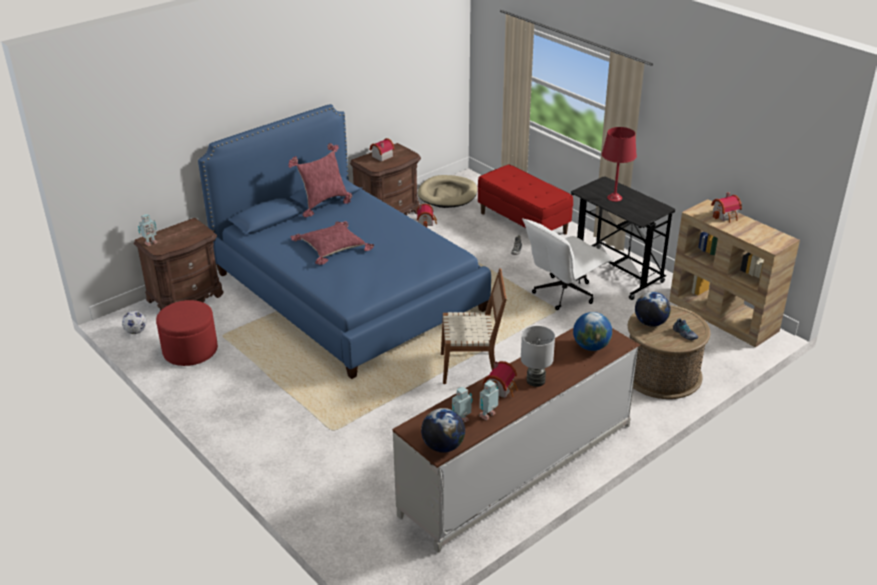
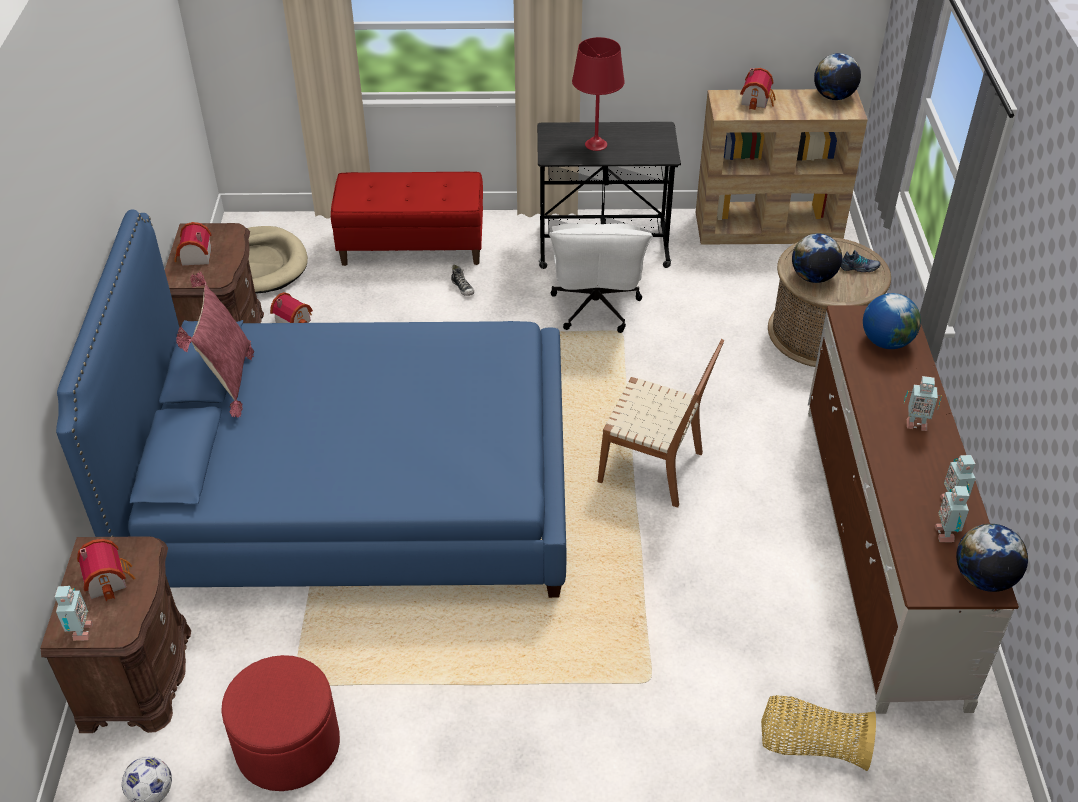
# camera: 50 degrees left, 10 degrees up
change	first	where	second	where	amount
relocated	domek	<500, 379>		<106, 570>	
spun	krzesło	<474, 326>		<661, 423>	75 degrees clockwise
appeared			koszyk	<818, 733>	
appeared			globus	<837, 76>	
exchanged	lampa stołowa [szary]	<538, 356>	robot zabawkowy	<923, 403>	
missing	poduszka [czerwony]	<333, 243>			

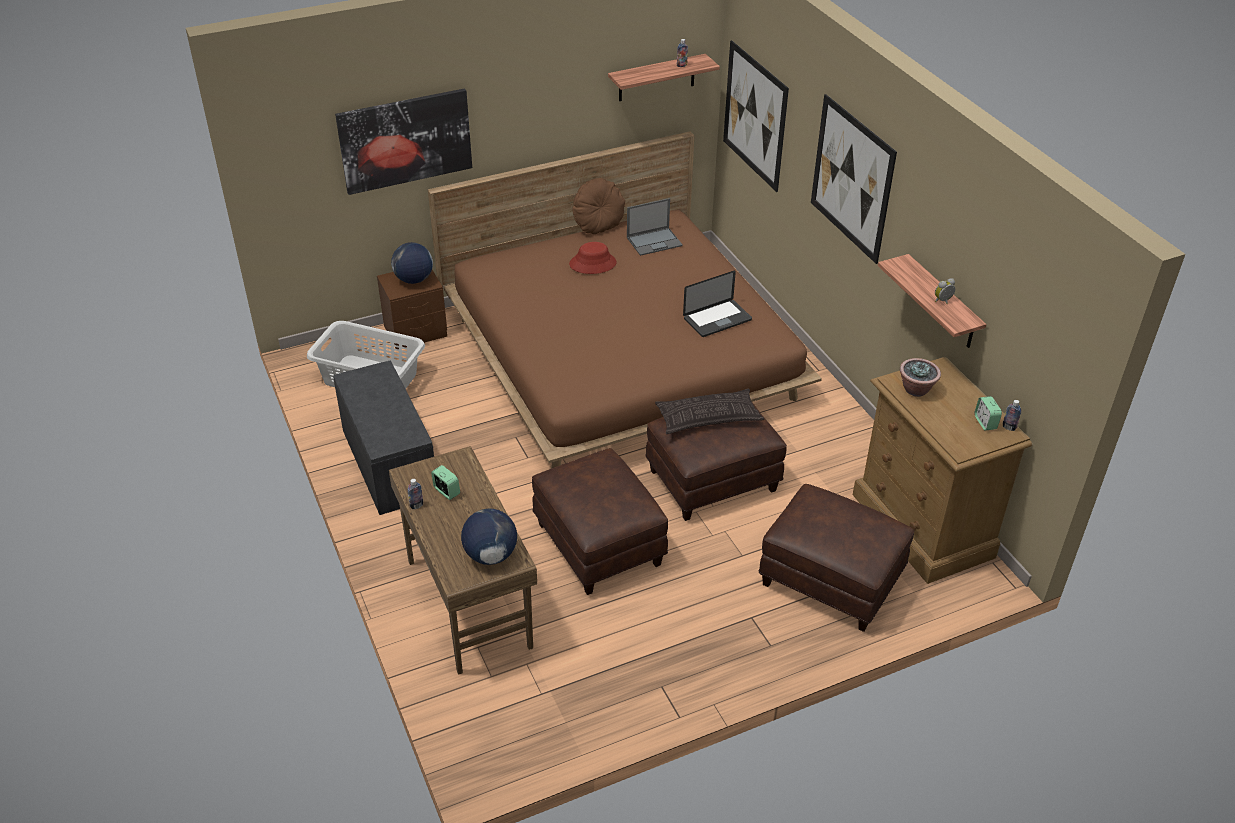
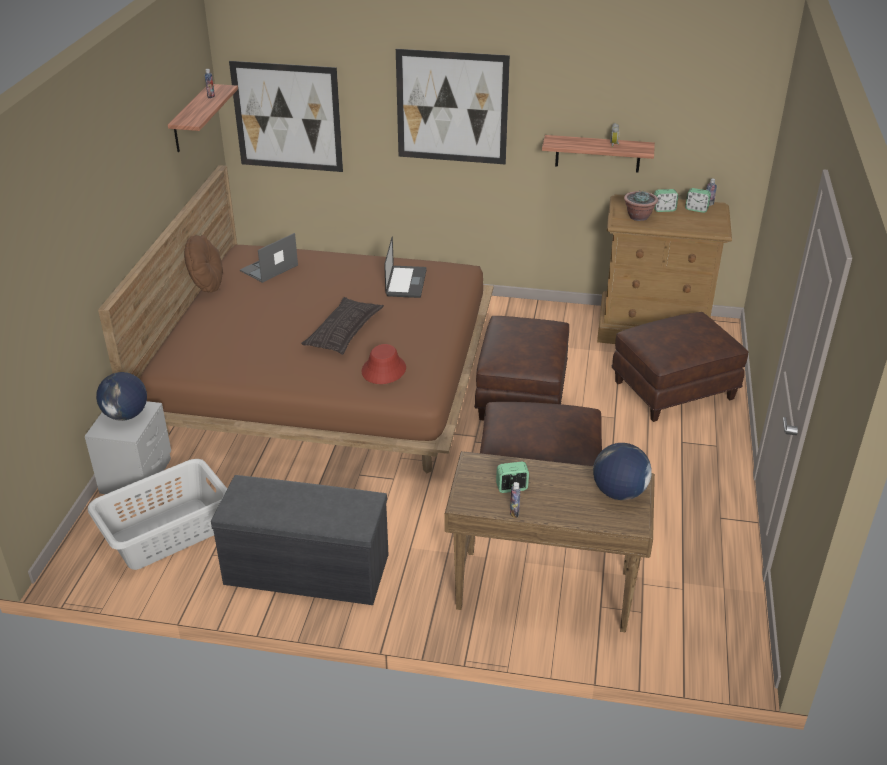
# camera: 55 degrees left, 5 degrees down
change	first	where	second	where	amount
colour	szafka nocna [brązowy]	<412, 309>	szafka nocna [szary]	<128, 450>	
spun	laptop	<655, 227>		<269, 258>	150 degrees counterclockwise
relocated	poduszka	<709, 411>		<342, 326>	
relocated	kapelusz [czerwony]	<592, 258>		<384, 364>	
appeared			budzik	<666, 200>	
missing	obraz	<403, 141>			

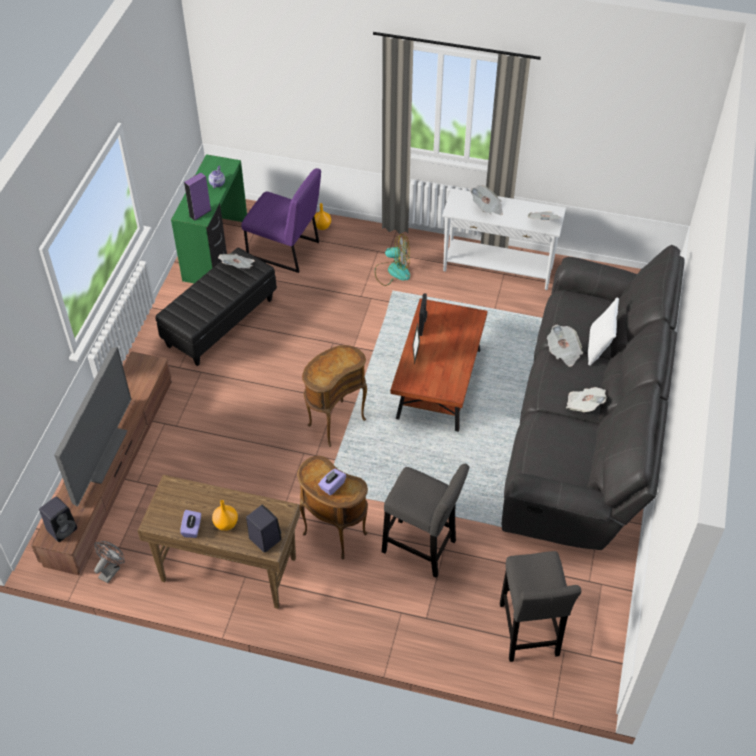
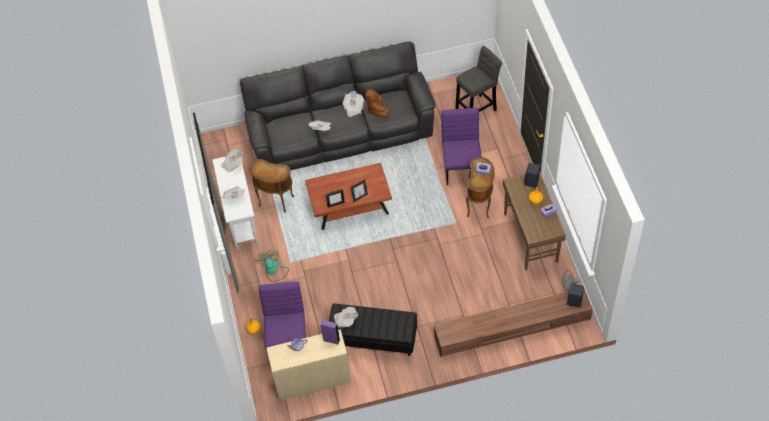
# camera: 115 degrees left, 5 degrees up
change	first	where	second	where	amount
relocated	stolik [brązowy]	<334, 396>		<271, 186>	
colour	biurko [zielony]	<209, 218>	biurko [beżowy]	<309, 364>	
appeared			pluszak [brązowy]	<377, 103>	
exchanged	stołek [szary]	<425, 520>	krzesło [fioletowy]	<461, 146>	
missing	telewizor	<93, 427>			
missing	poduszka [biały]	<603, 331>			

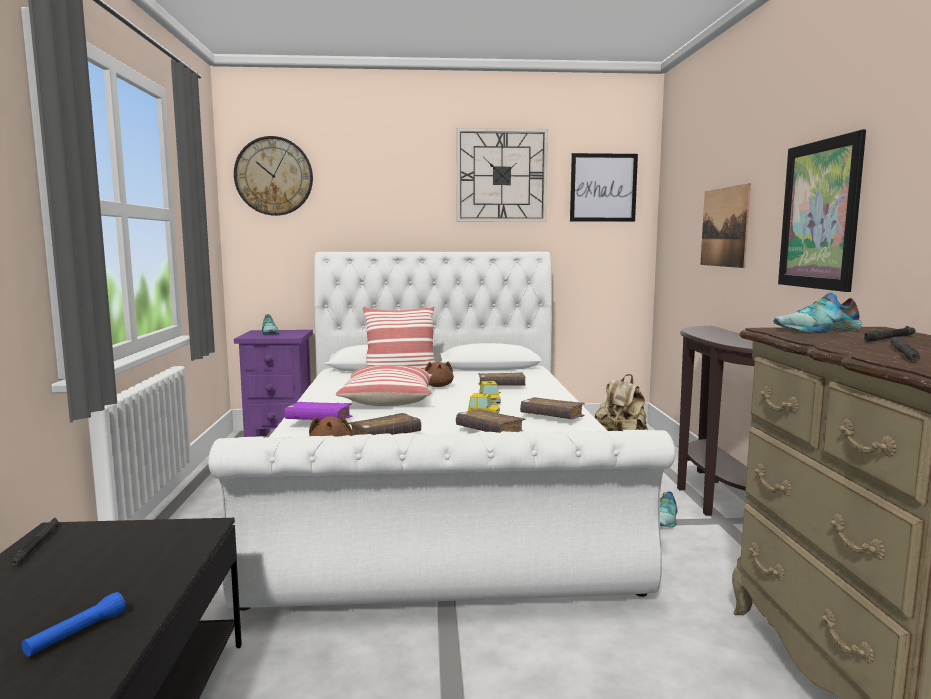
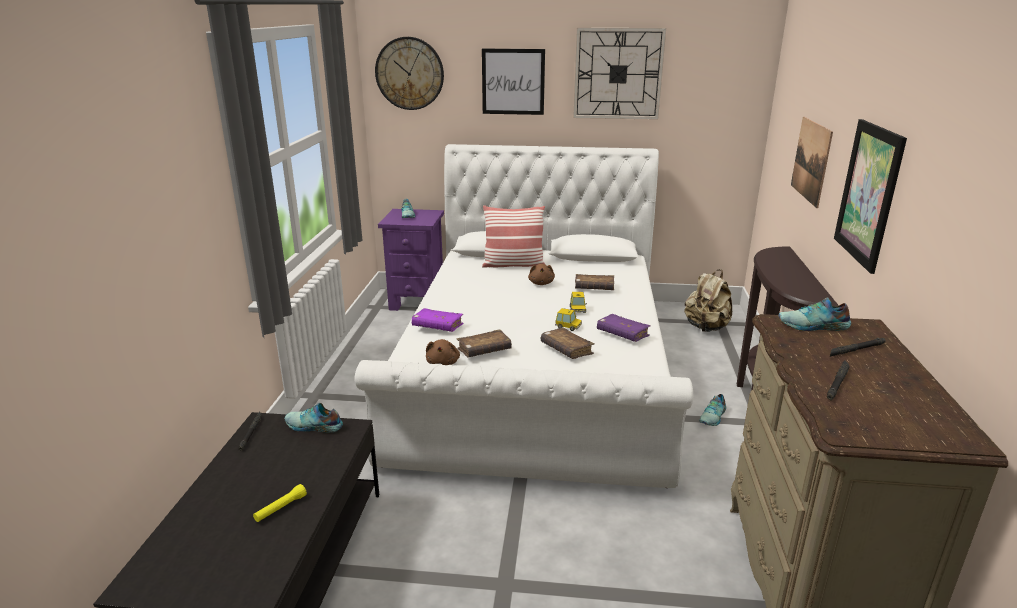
# camera: 10 degrees right, 15 degrees up
change	first	where	second	where	amount
colour	latarka [niebieski]	<74, 624>	latarka [żółty]	<280, 503>	
appeared			but	<314, 418>	
relocated	obraz	<604, 187>		<513, 82>	
colour	książka [brązowy]	<552, 408>	książka [fioletowy]	<624, 328>	
missing	poduszka	<384, 386>			

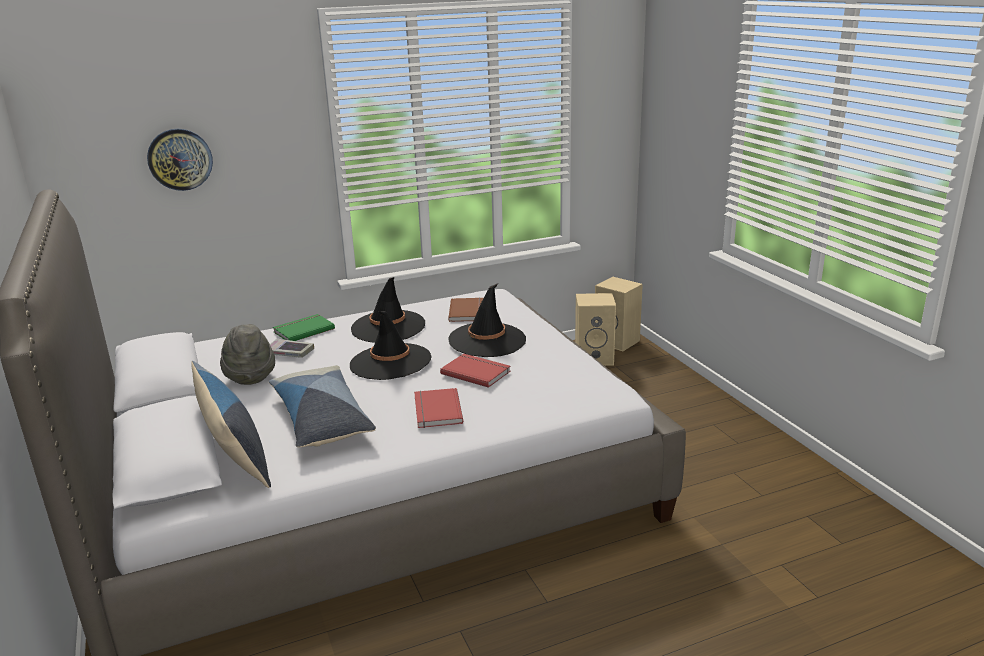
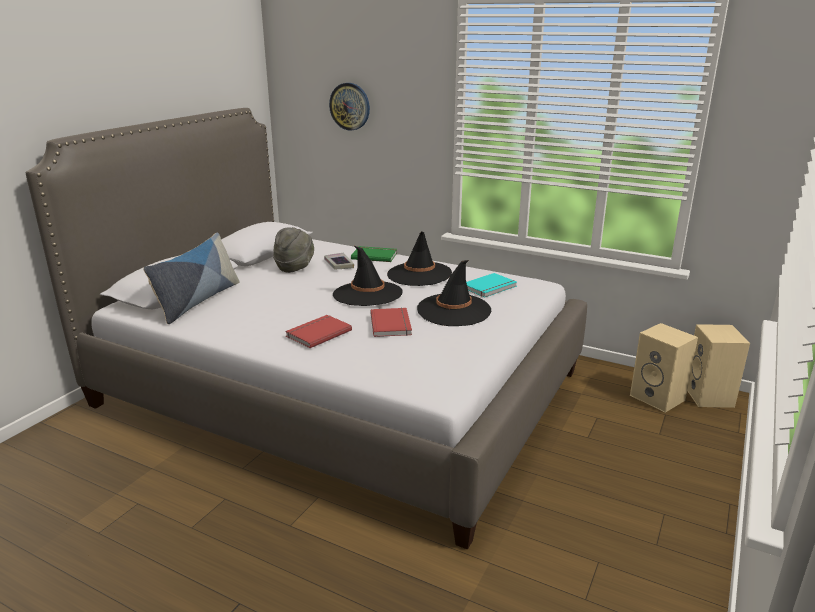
# camera: 50 degrees right, 0 degrees up
change	first	where	second	where	amount
colour	książka [brązowy]	<465, 309>	książka [turkusowy]	<491, 285>	
missing	poduszka	<322, 406>			

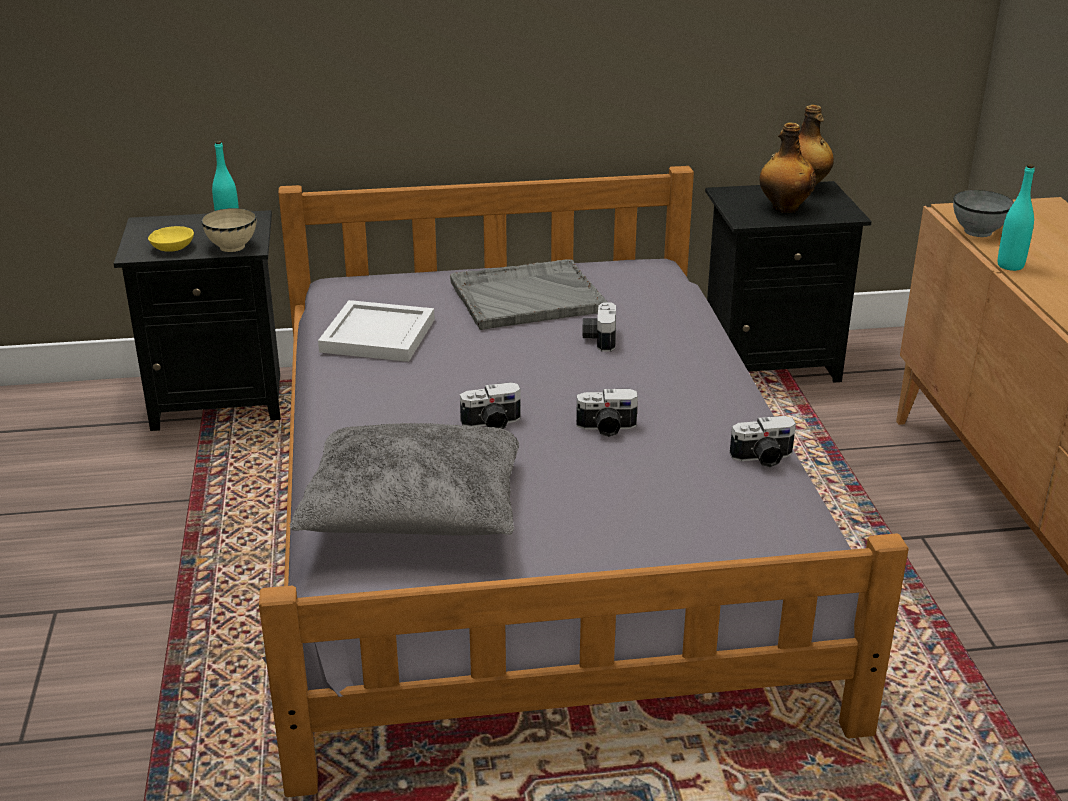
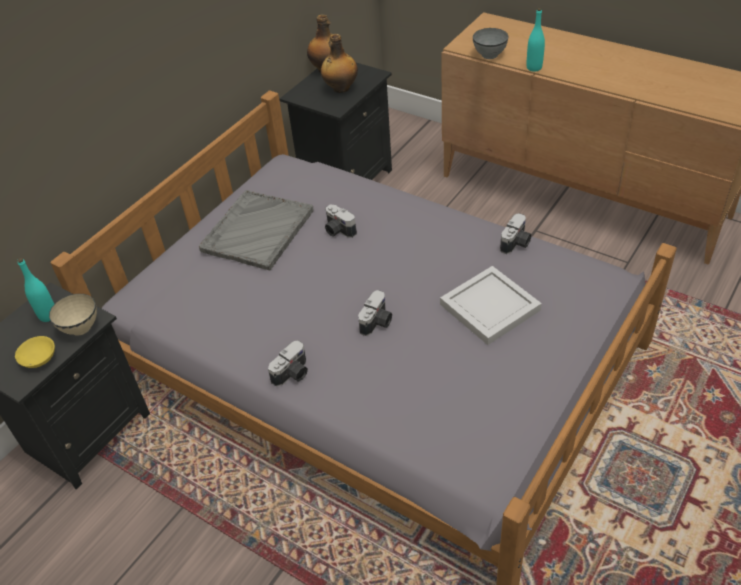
# camera: 45 degrees left, 15 degrees up
change	first	where	second	where	amount
relocated	aparat fotograficzny	<607, 413>		<288, 363>	
relocated	taca [biały]	<376, 331>		<491, 305>	
missing	poduszka [szary]	<404, 479>			

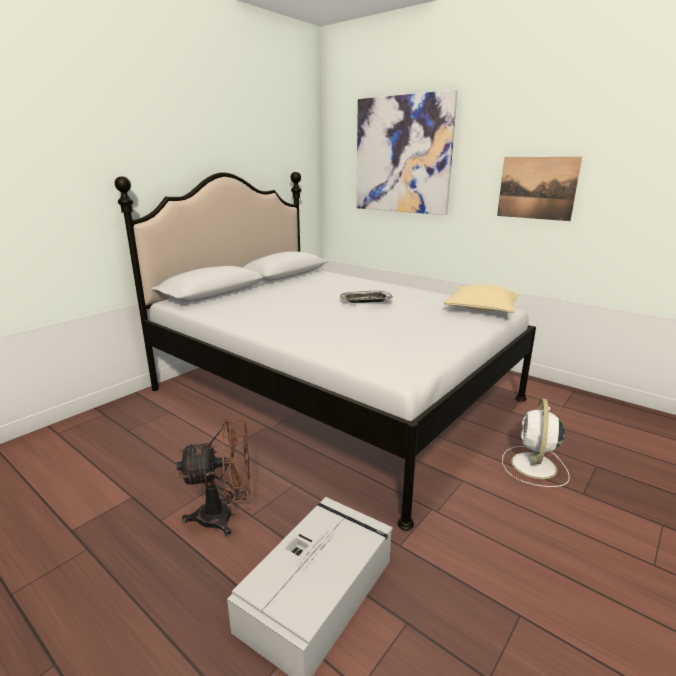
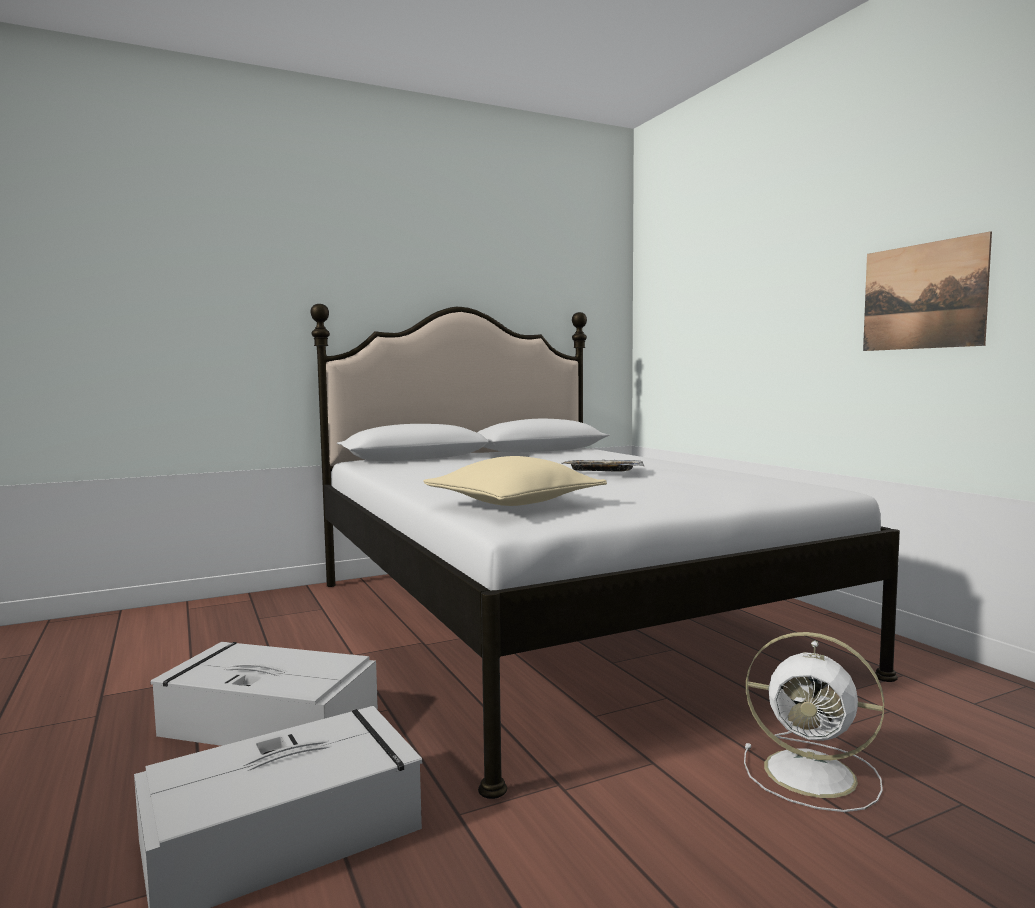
# camera: 25 degrees right, 15 degrees down
change	first	where	second	where	amount
exchanged	wentylator [brązowy]	<213, 478>	pojemnik do przechowywania [szary]	<264, 694>	
relocated	poduszka [beżowy]	<482, 298>		<515, 481>	
spun	wentylator [biały]	<536, 442>		<814, 722>	105 degrees counterclockwise
missing	obraz	<407, 152>			

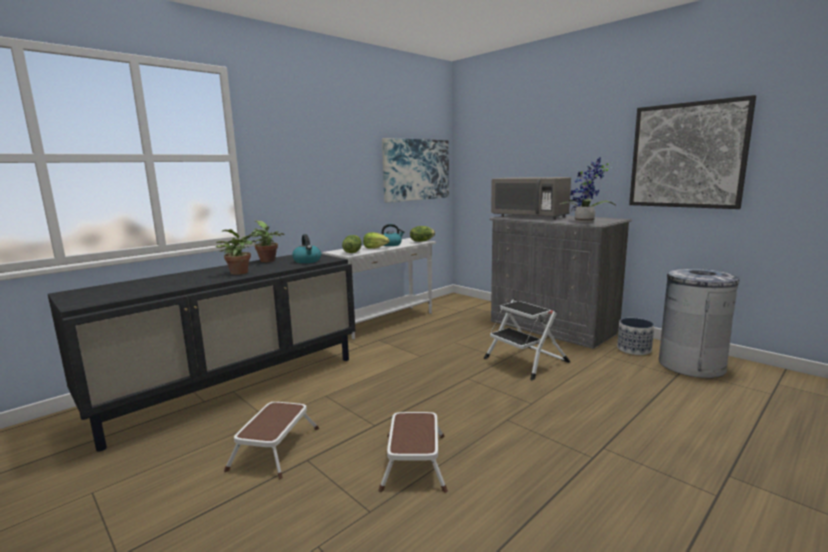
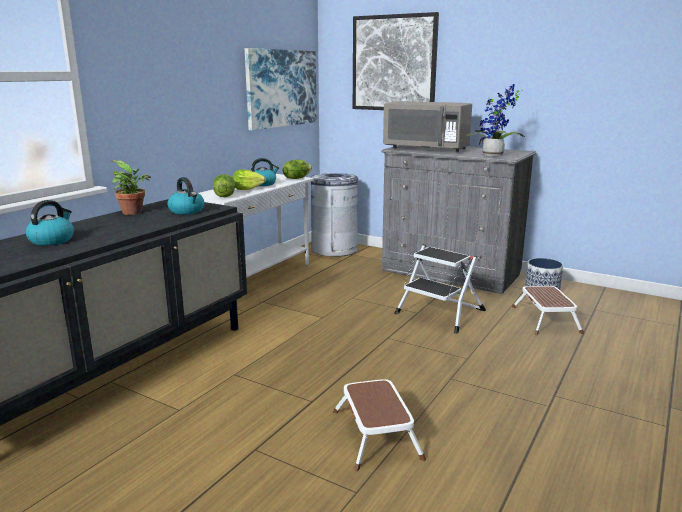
# camera: 15 degrees left, 5 degrees up
change	first	where	second	where	amount
appeared			czajnik	<50, 223>	
relocated	kosz na śmieci [szary]	<700, 323>		<334, 215>	
relocated	obraz	<692, 152>		<396, 61>	
relocated	drabinka [brązowy]	<271, 440>		<548, 310>	
missing	roślina doniczkowa	<238, 252>			

